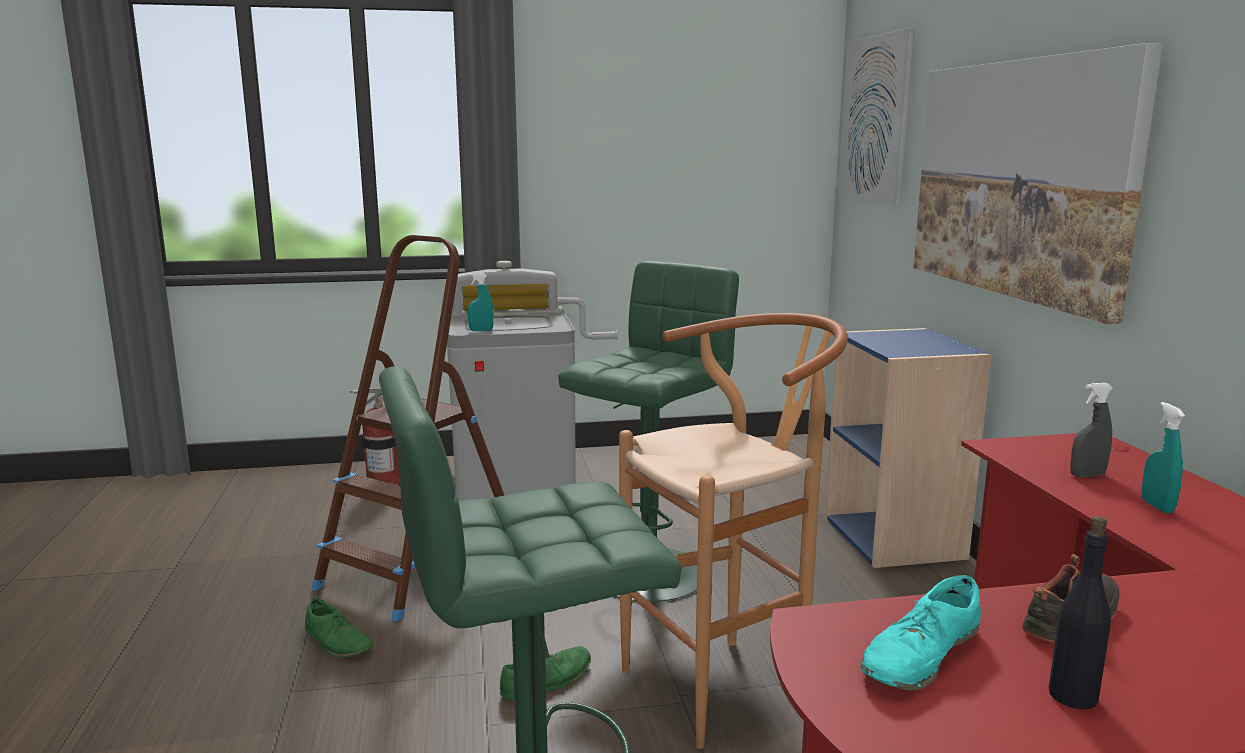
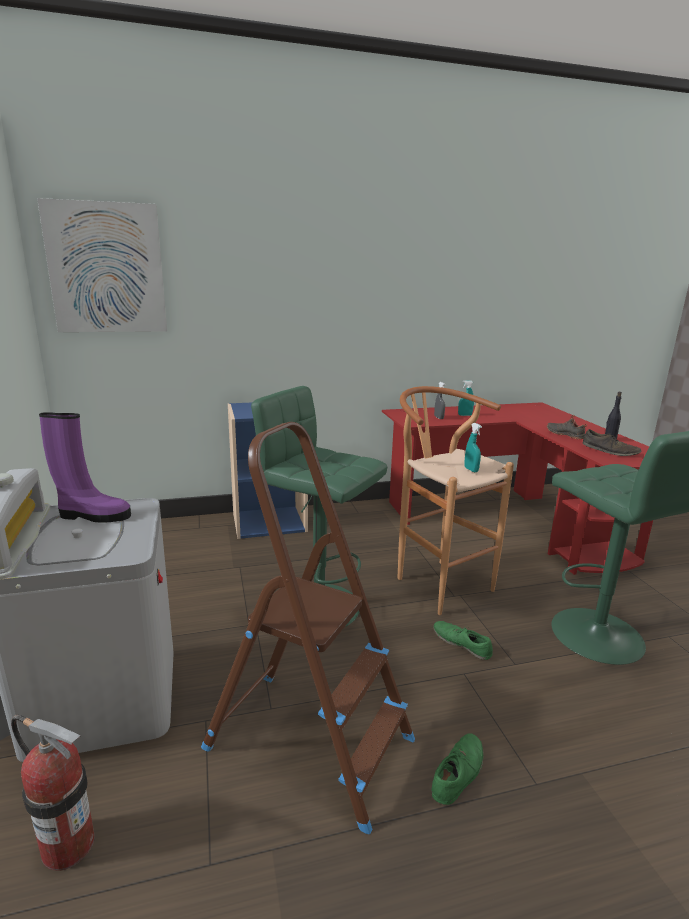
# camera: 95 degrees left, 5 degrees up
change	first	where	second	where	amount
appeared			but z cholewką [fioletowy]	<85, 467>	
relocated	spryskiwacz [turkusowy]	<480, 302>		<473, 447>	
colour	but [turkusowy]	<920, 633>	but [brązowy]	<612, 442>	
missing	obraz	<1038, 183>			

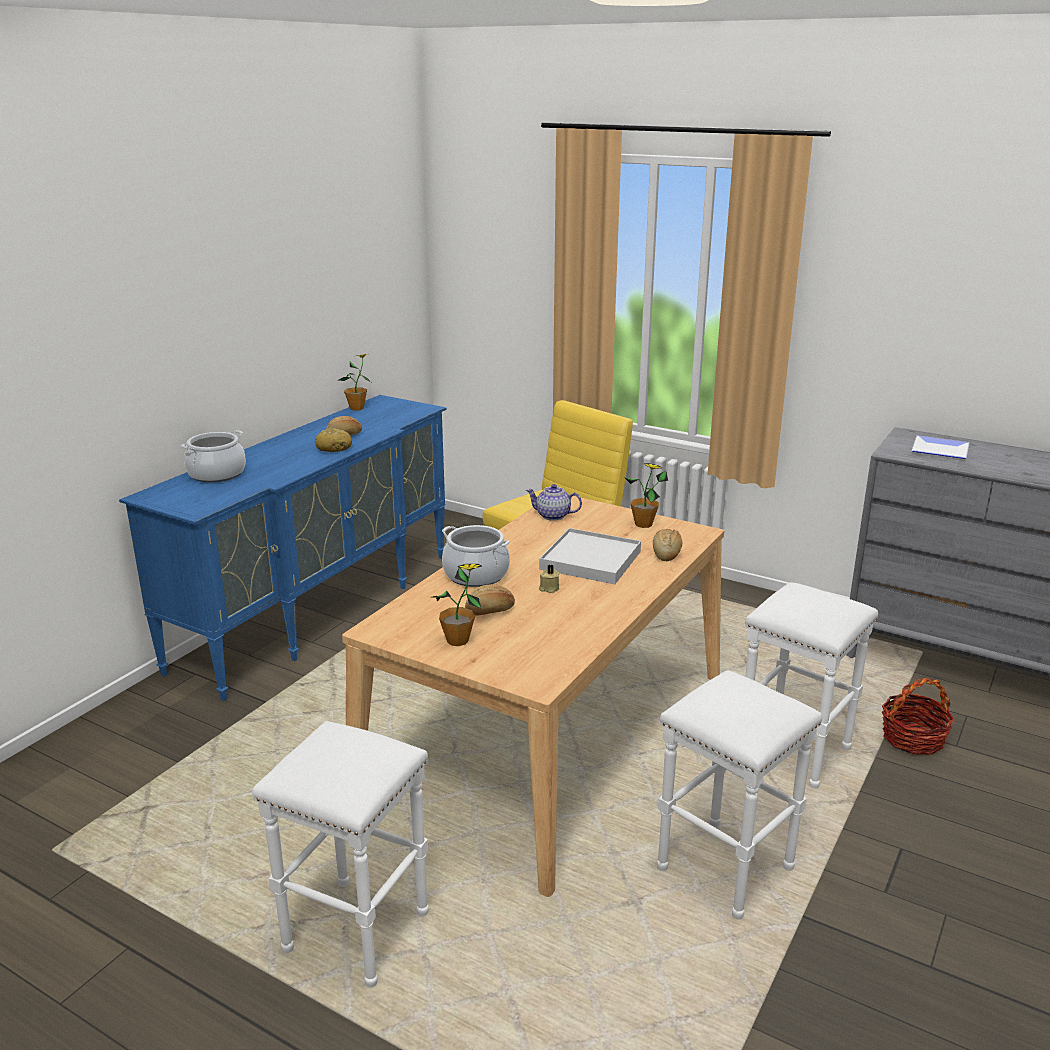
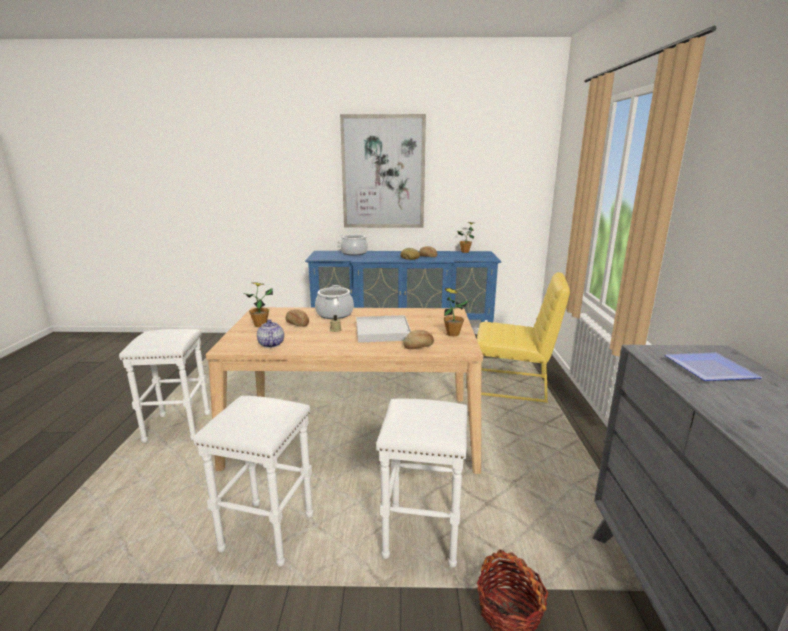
# camera: 60 degrees right, 5 degrees down
change	first	where	second	where	amount
relocated	imbryk	<554, 502>		<270, 333>	
appeared			obraz	<383, 171>	

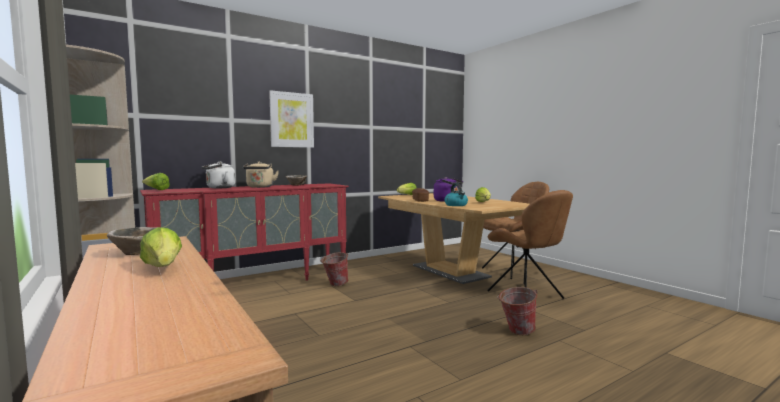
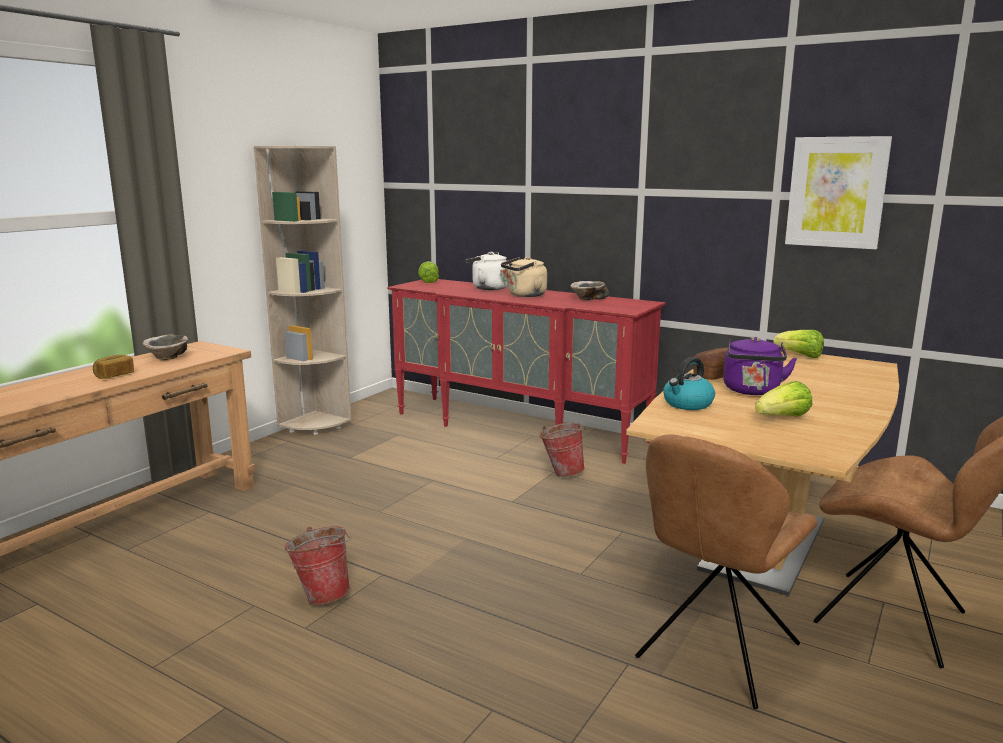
# camera: 65 degrees right, 10 degrees up
change	first	where	second	where	amount
exchanged	sałata	<161, 247>	chleb	<113, 367>	
relocated	wiadro	<517, 311>		<318, 565>	
relocated	obraz	<291, 119>		<838, 192>	

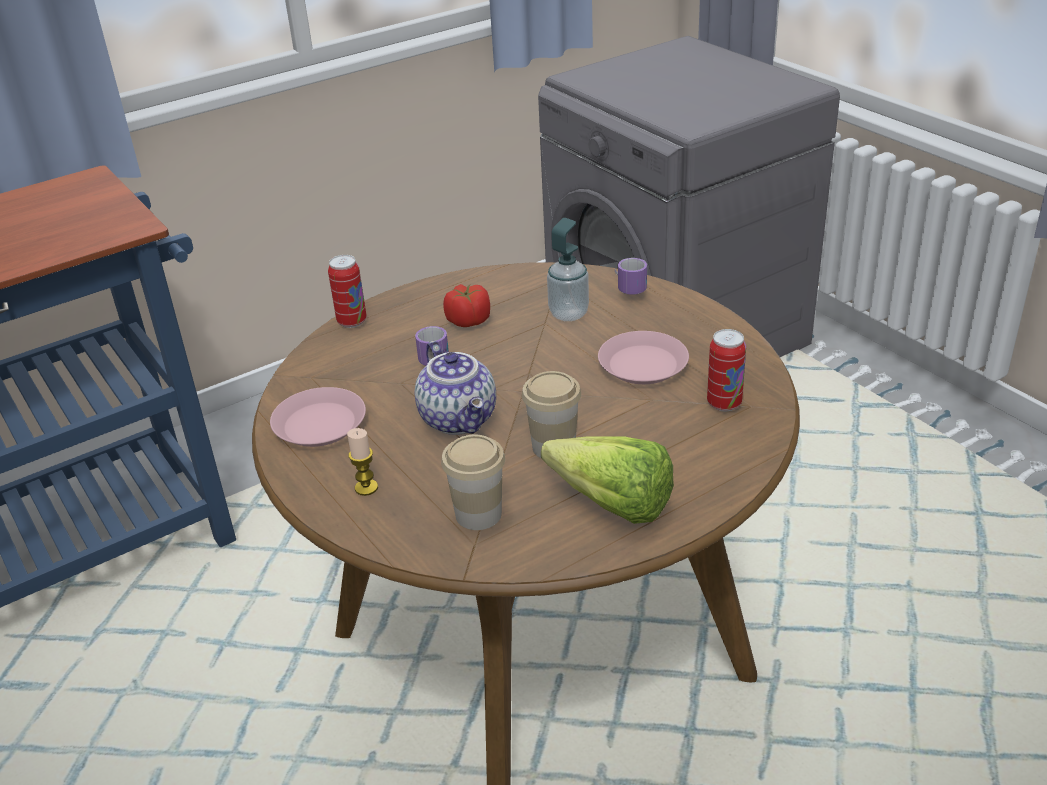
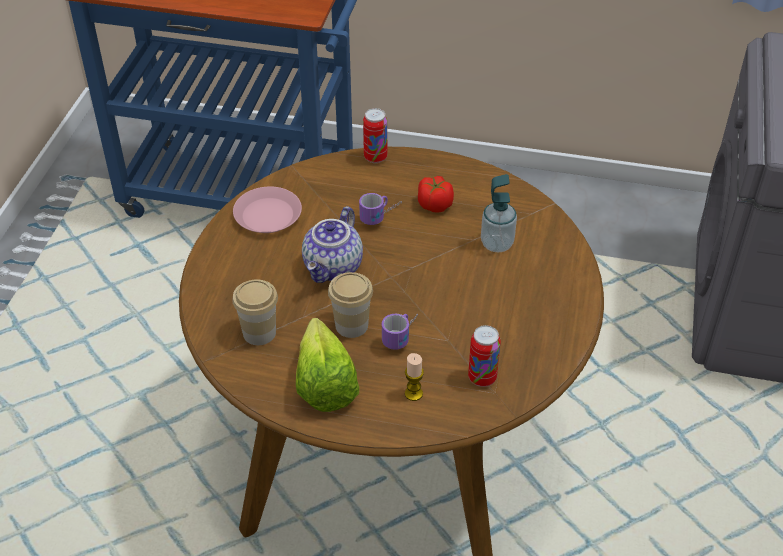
# camera: 45 degrees right, 10 degrees up
change	first	where	second	where	amount
relocated	kubek	<631, 276>		<400, 331>	
relocated	świeca	<362, 462>		<414, 377>	
missing	talerz [różowy]	<643, 357>			

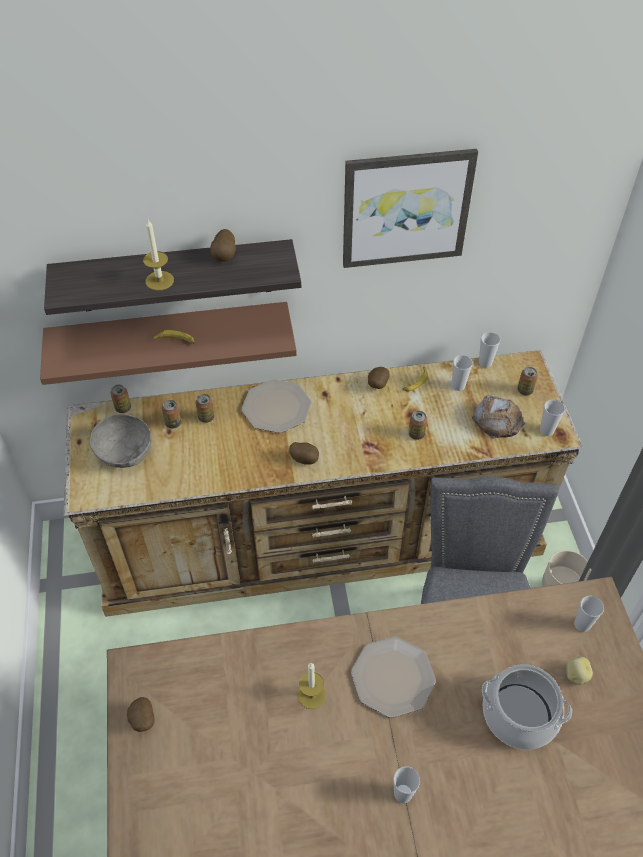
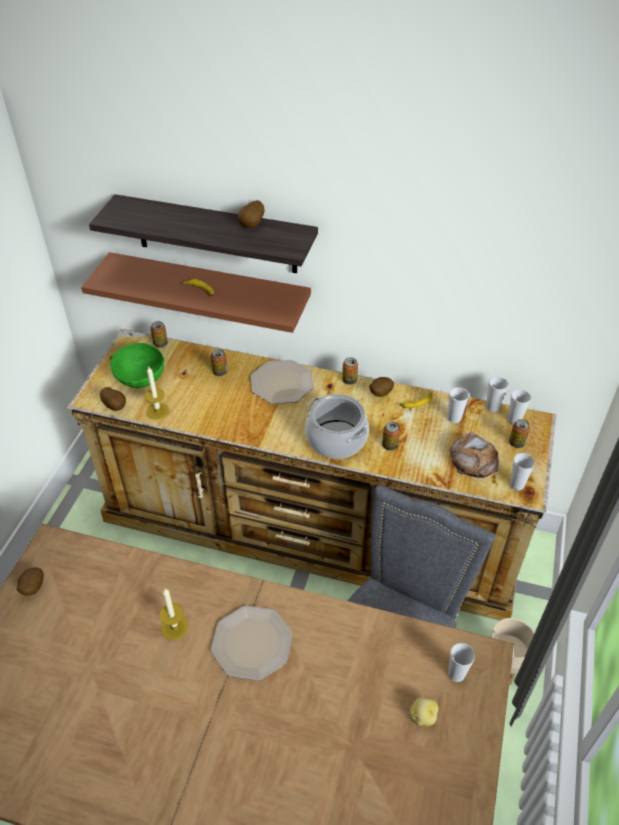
# camera: 25 degrees right, 5 degrees down
change	first	where	second	where	amount
relocated	ziemniak	<304, 453>		<113, 399>	
colour	miska [szary]	<121, 441>	miska [zielony]	<137, 365>	
relocated	świeca	<158, 255>		<157, 393>	
relocated	garnek	<527, 707>		<337, 426>	
relocated	puszka	<172, 414>		<350, 371>	
relocated	filiżanka	<406, 784>		<519, 407>	
missing	obraz	<410, 208>			

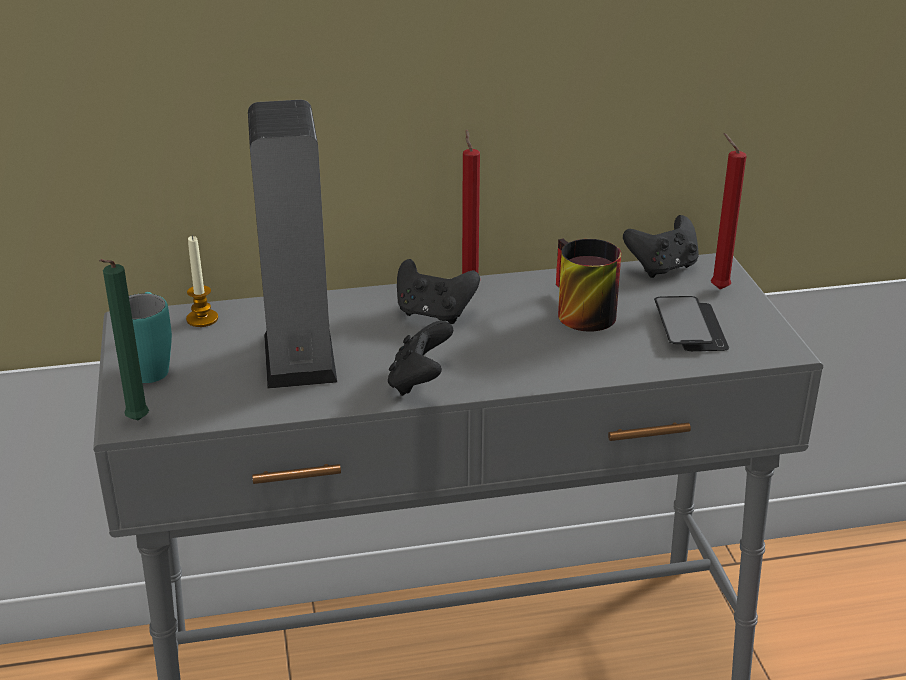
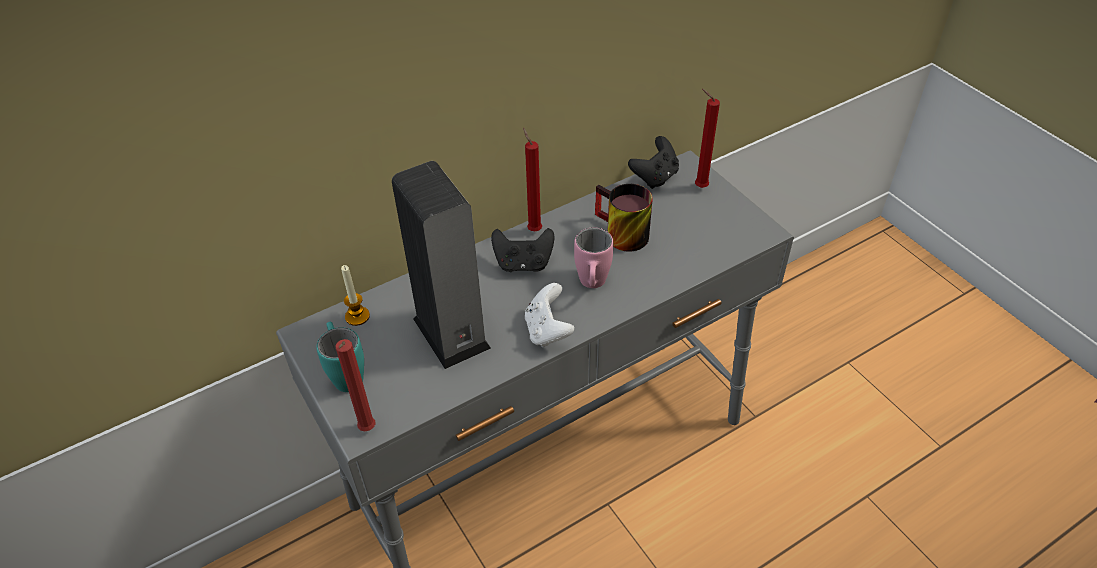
# camera: 20 degrees left, 15 degrees up
change	first	where	second	where	amount
colour	świeca [zielony]	<124, 339>	świeca [czerwony]	<356, 385>	
colour	pad do gier [czarny]	<420, 358>	pad do gier [biały]	<549, 315>	
appeared			kubek [różowy]	<593, 258>	
missing	telefon	<691, 323>			

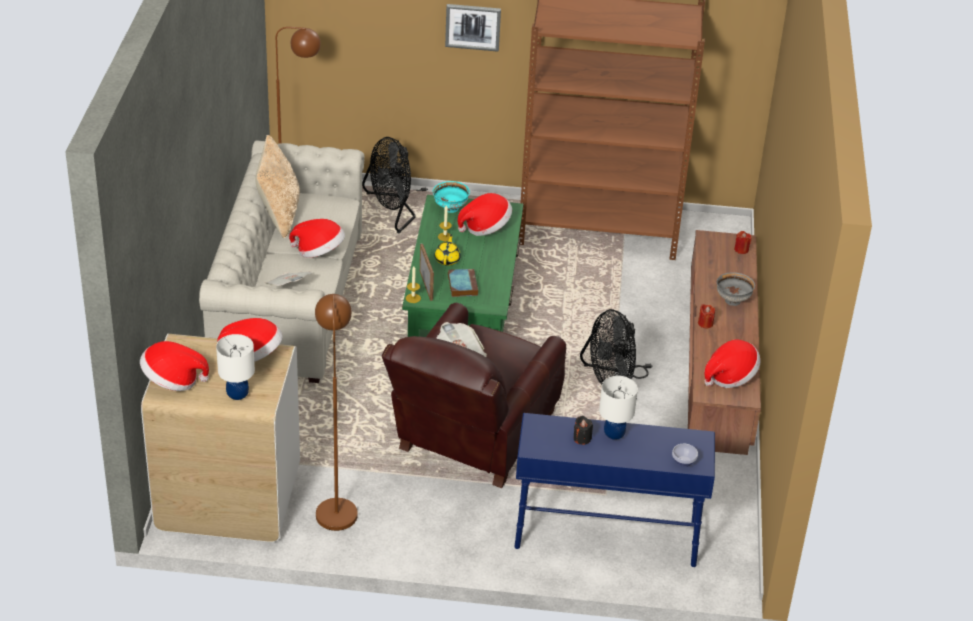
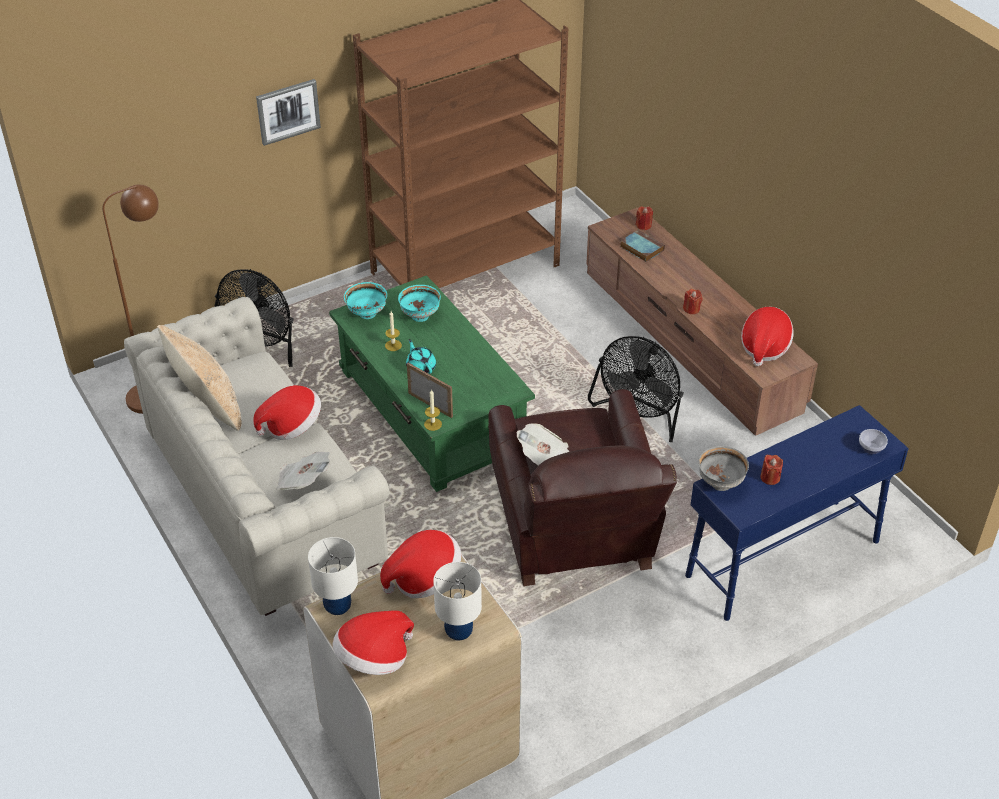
# camera: 35 degrees left, 5 degrees up
change	first	where	second	where	amount
relocated	lampa stołowa [biały]	<618, 408>		<333, 576>	
exchanged	kapelusz	<485, 214>	miska [turkusowy]	<419, 303>	
colour	imbryk [żółty]	<447, 250>	imbryk [turkusowy]	<421, 356>	
relocated	książka	<463, 283>		<642, 246>	
relocated	miska [szary]	<736, 289>		<723, 468>	
colour	świeca [czarny]	<583, 430>	świeca [czerwony]	<771, 470>	
missing	lampa stojąca [brązowy]	<336, 412>			

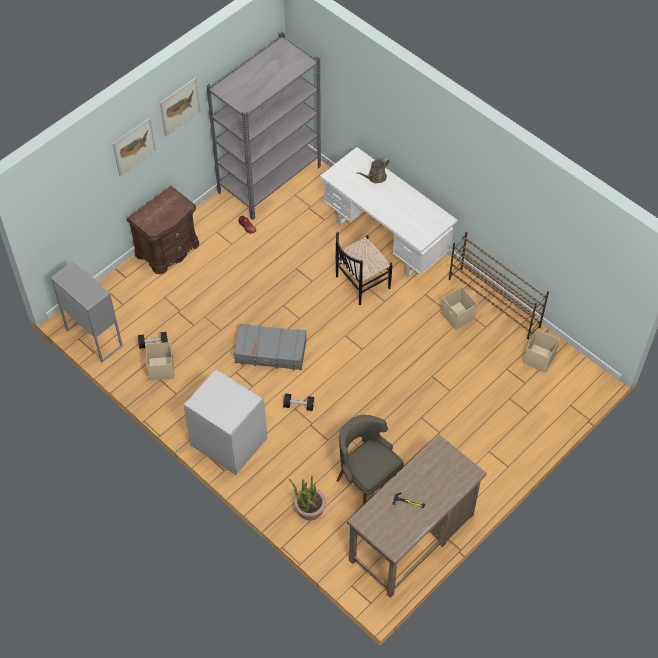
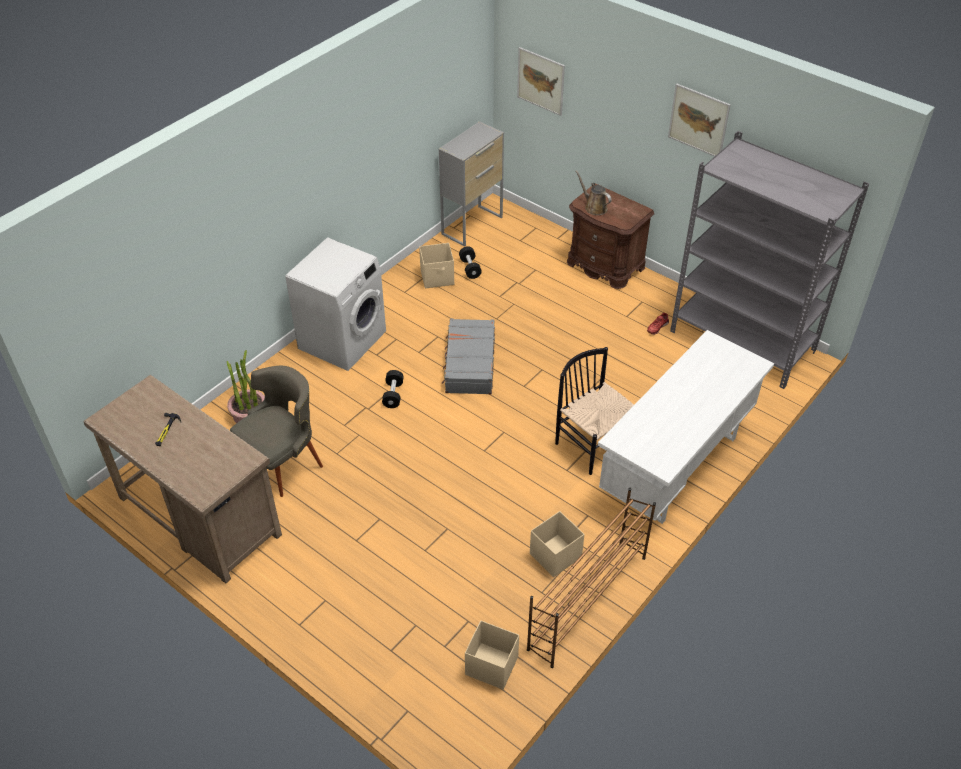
# camera: 85 degrees right, 10 degrees down
change	first	where	second	where	amount
relocated	obraz	<134, 146>		<541, 81>	
relocated	konewka [brązowy]	<373, 170>		<593, 192>	

